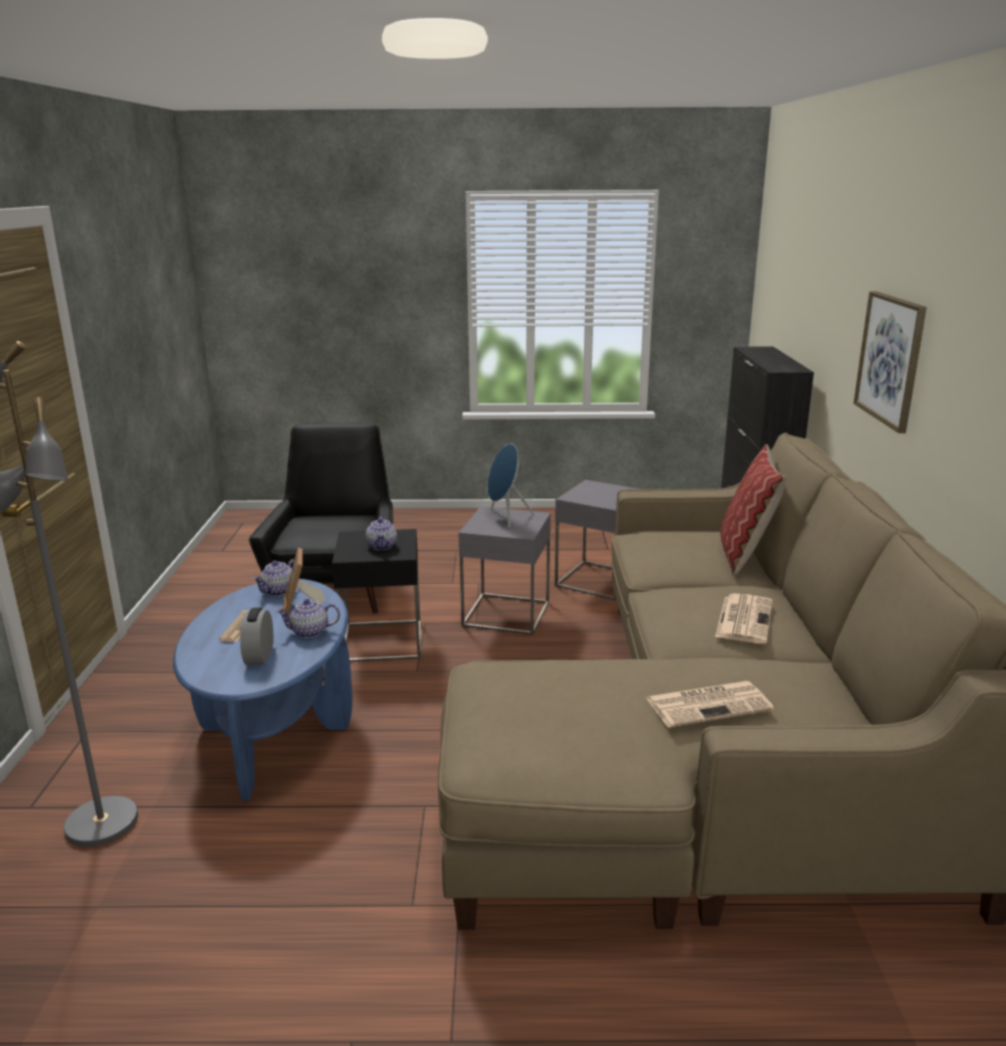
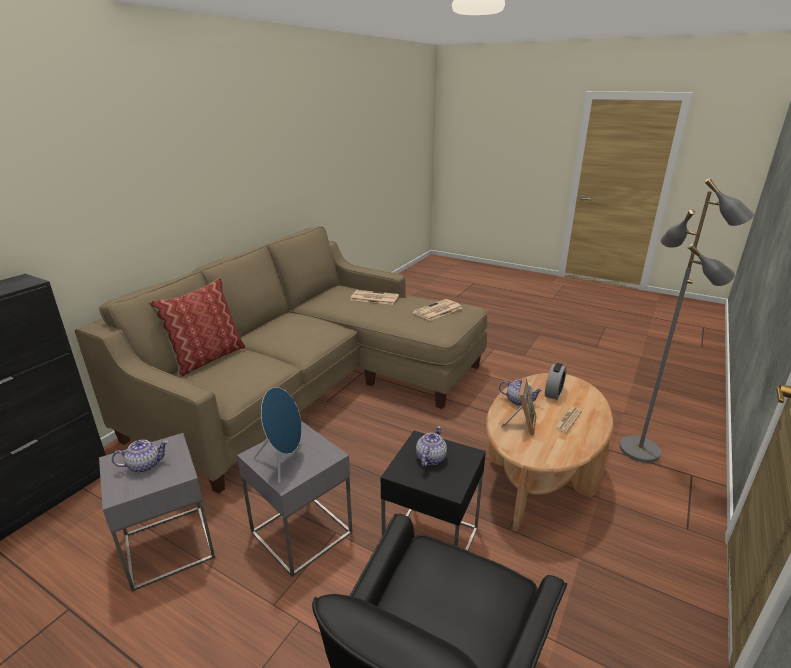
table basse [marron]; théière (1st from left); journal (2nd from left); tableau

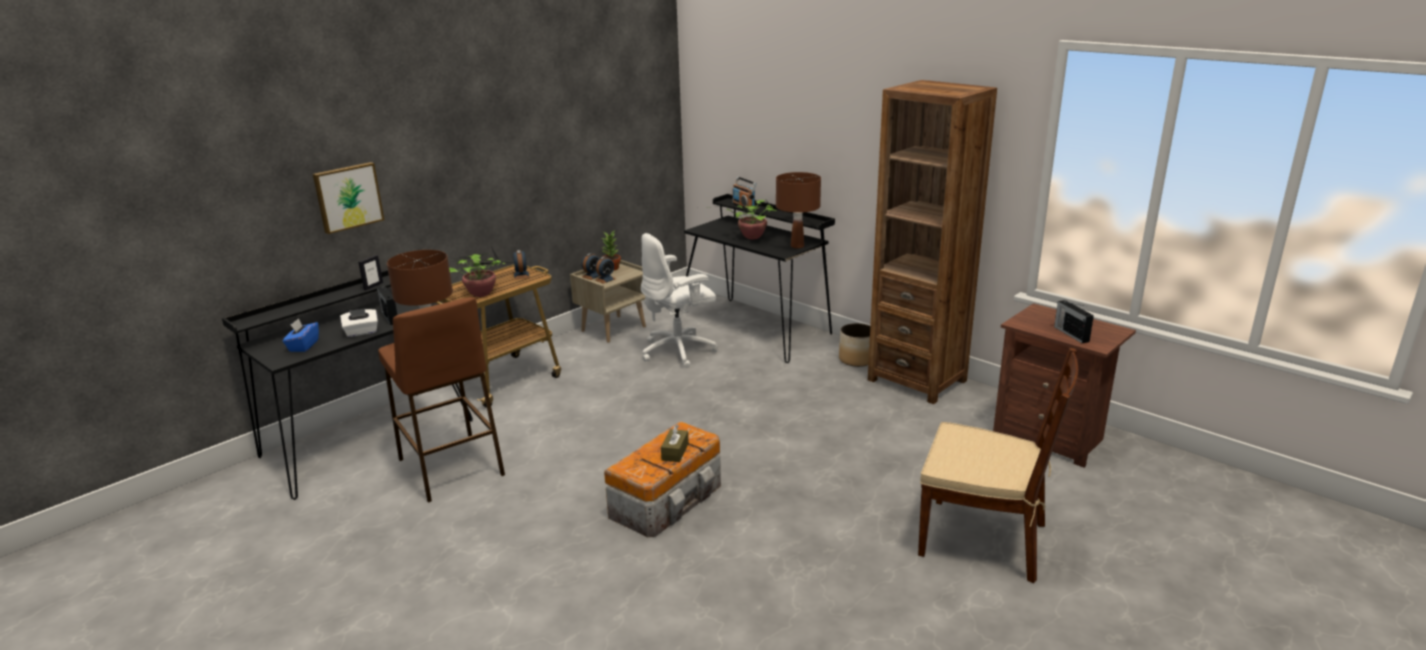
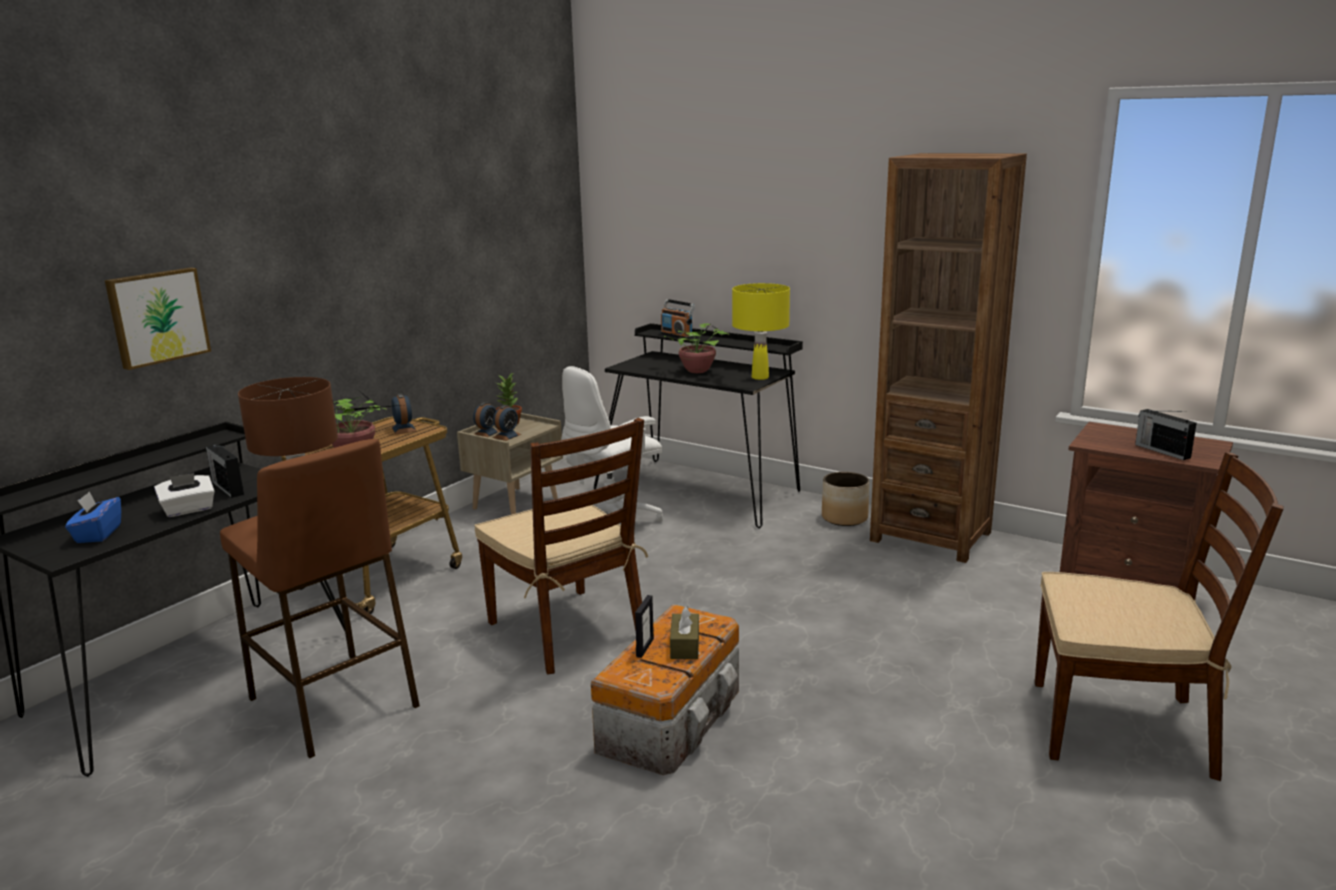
cadre photo; lampe de table [jaune]; chaise [marron] (1st from left)

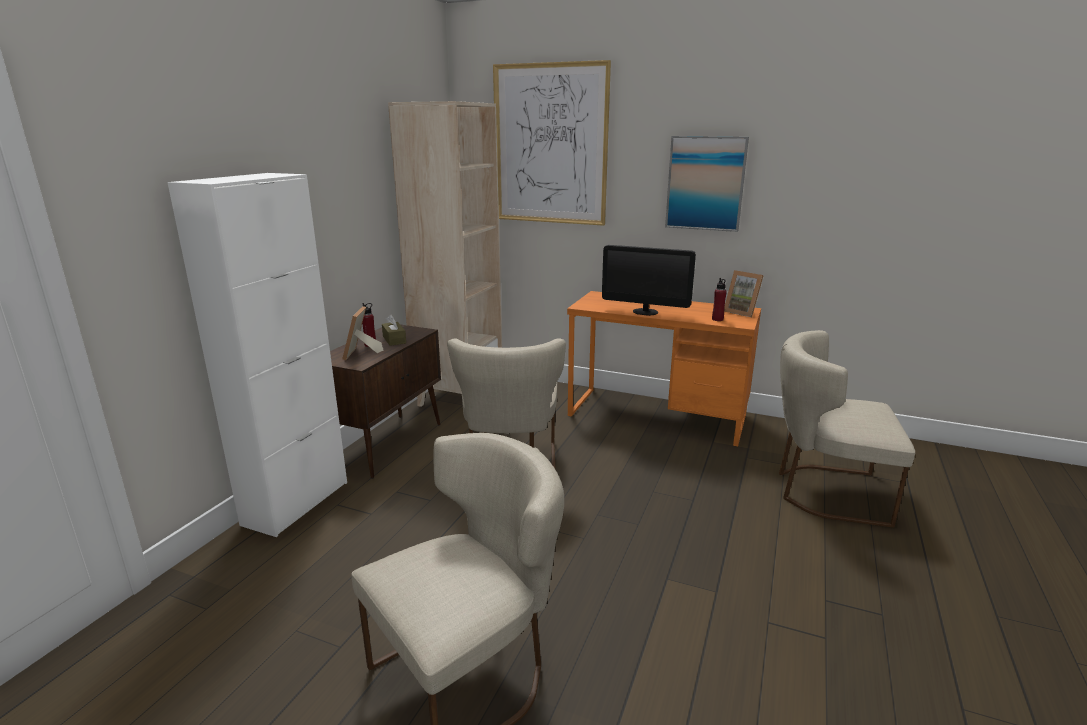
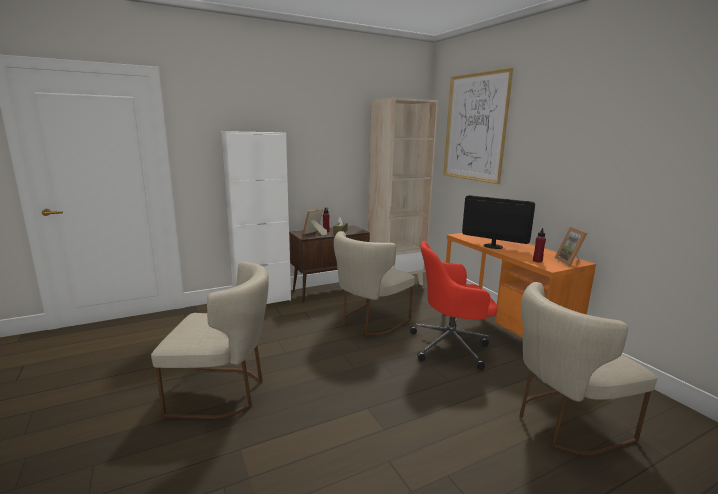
écran d'ordinateur; tableau (2nd from left in the first image); chaise [beige] (3rd from left); chaise de bureau [rouge]

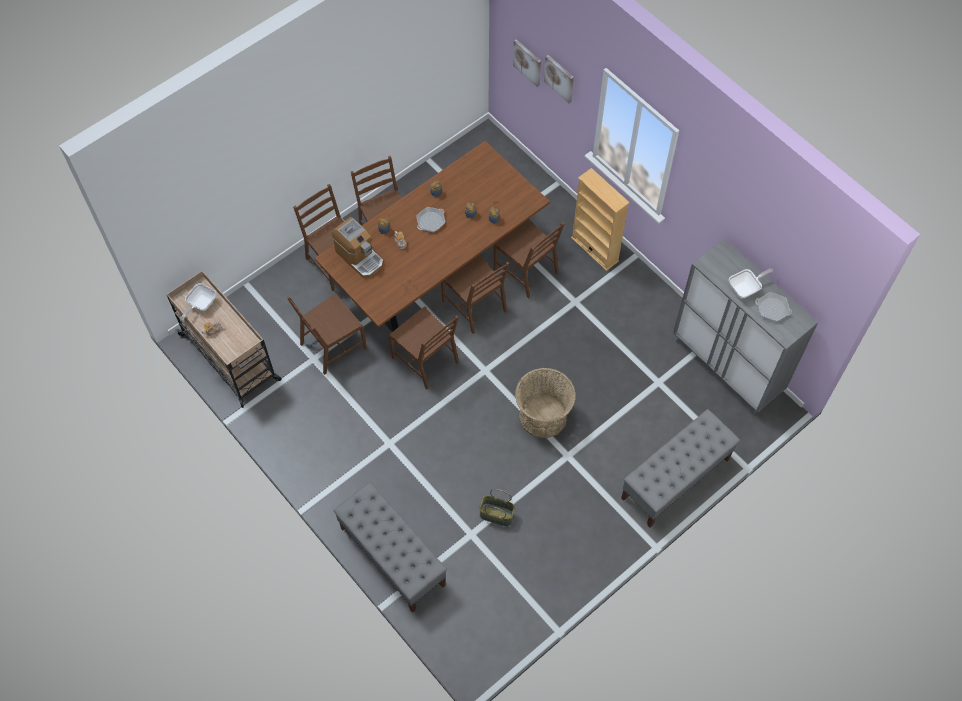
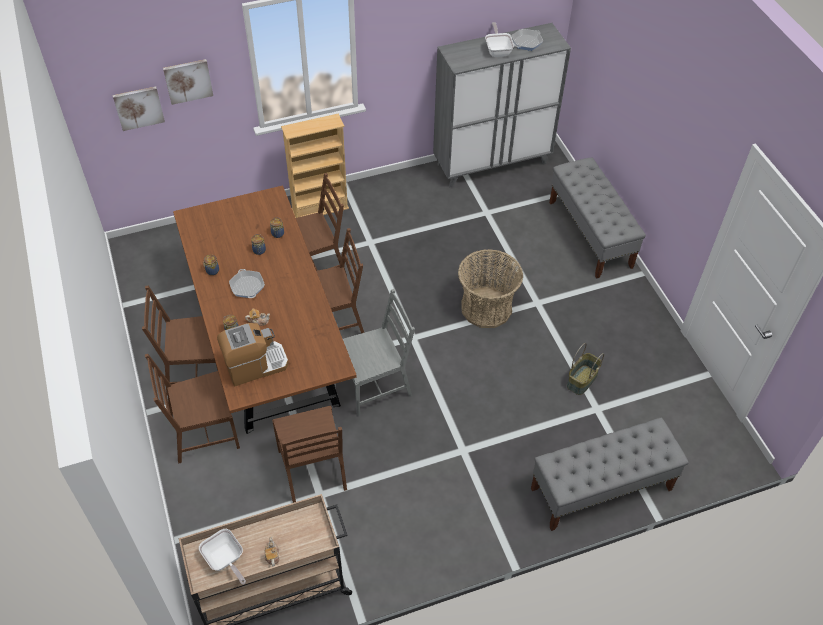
chaise [gris]

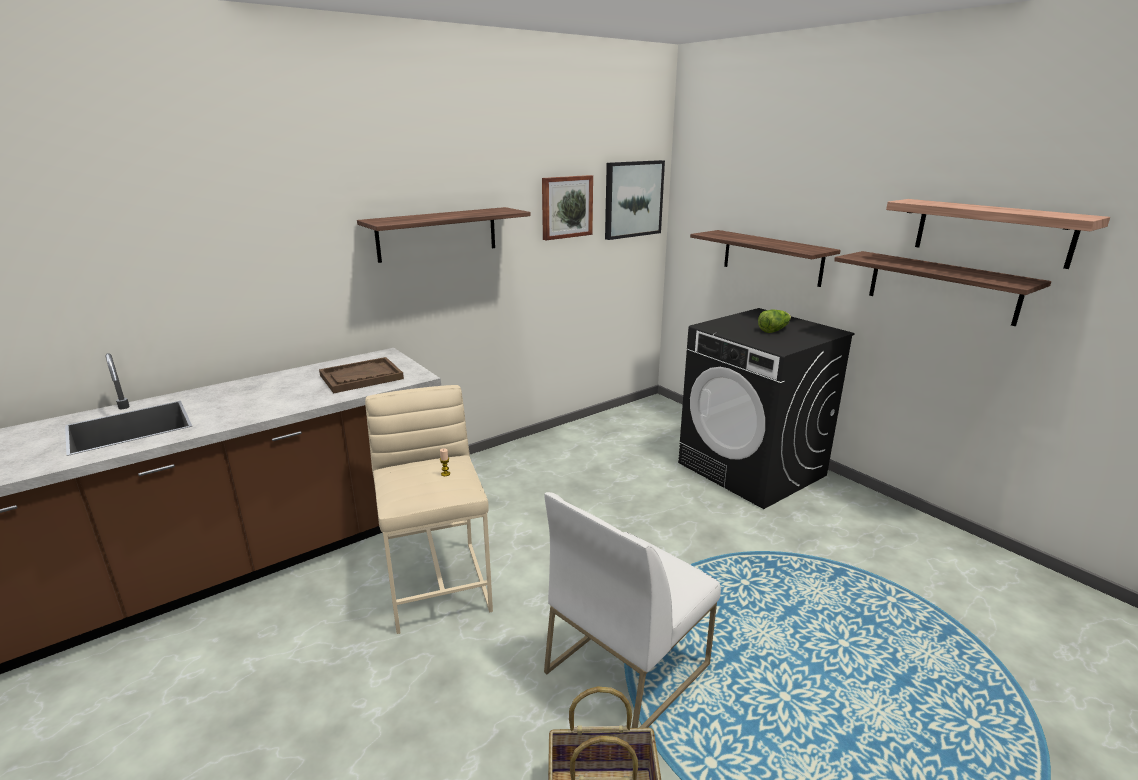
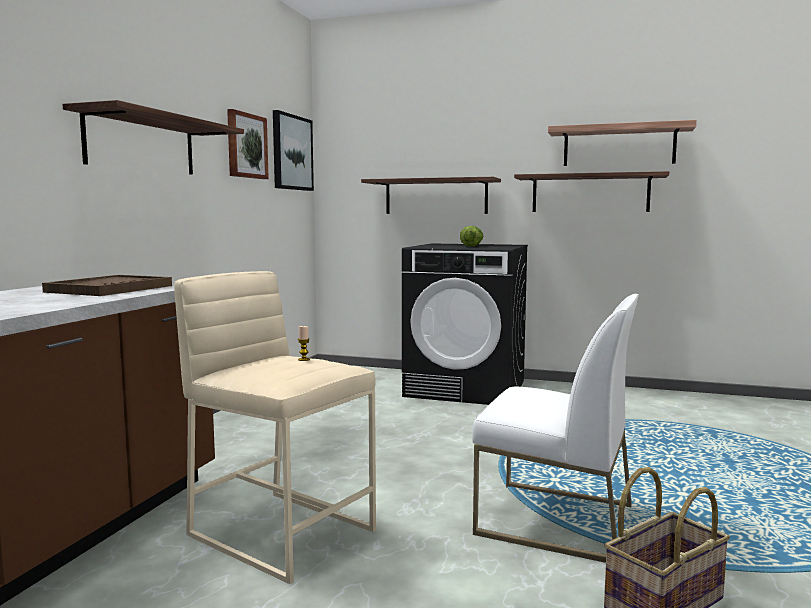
chaise [blanc]

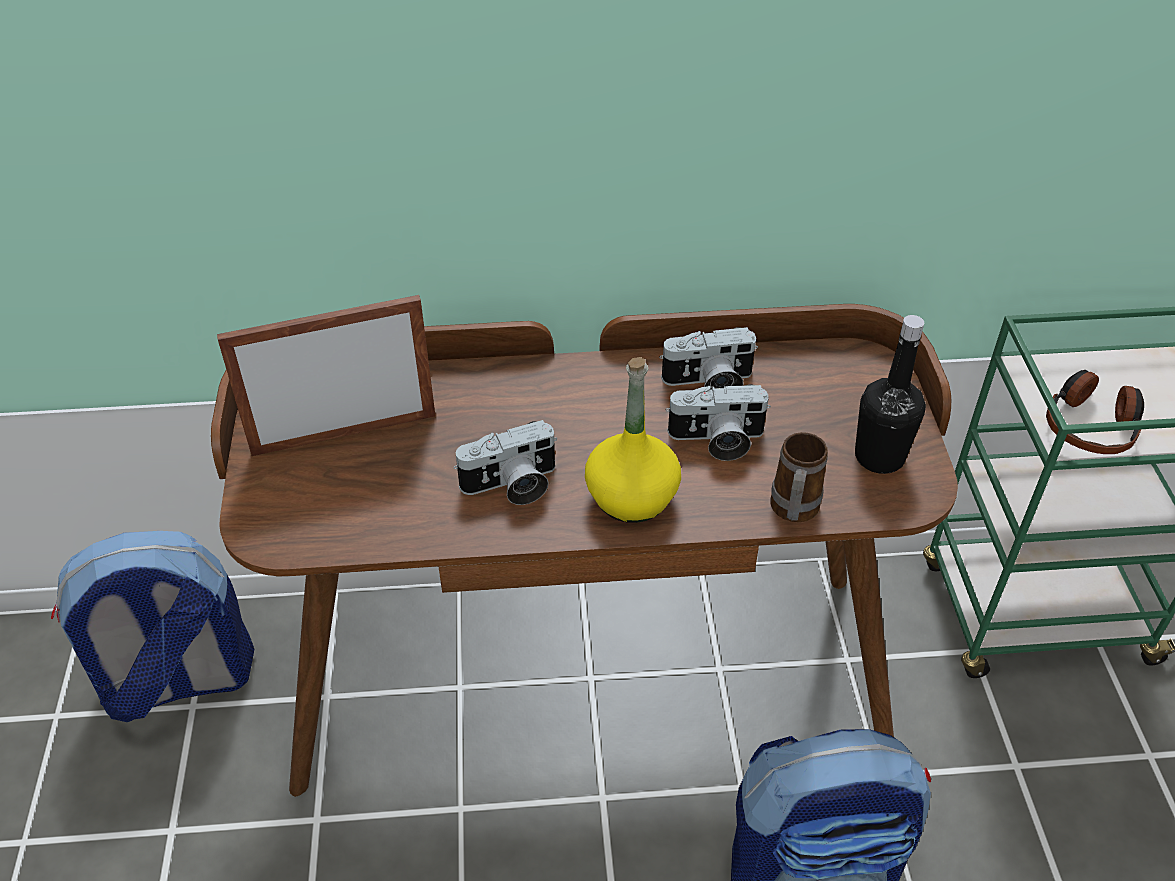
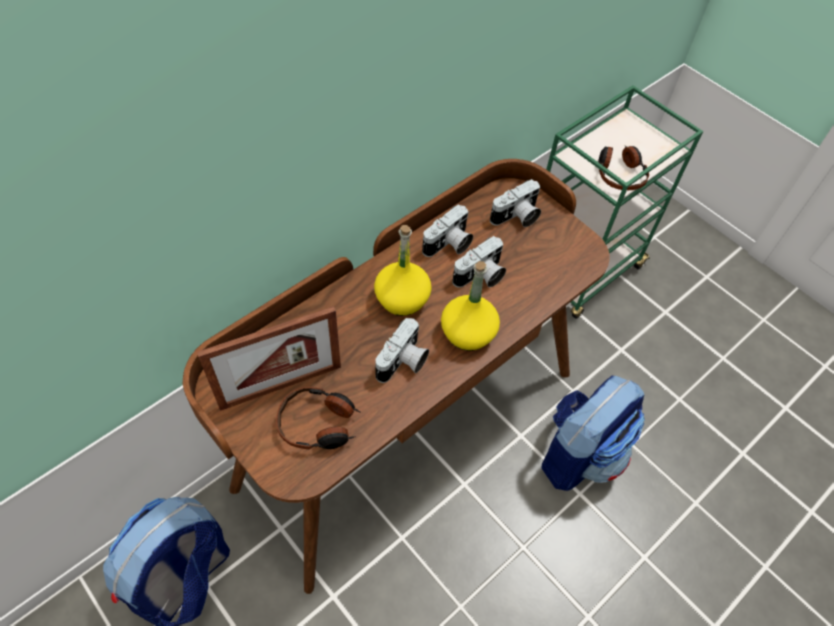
cadre photo; mug; bouteille [noir]; casque audio (1st from left); bouteille [jaune] (1st from left); appareil photo (4th from left)

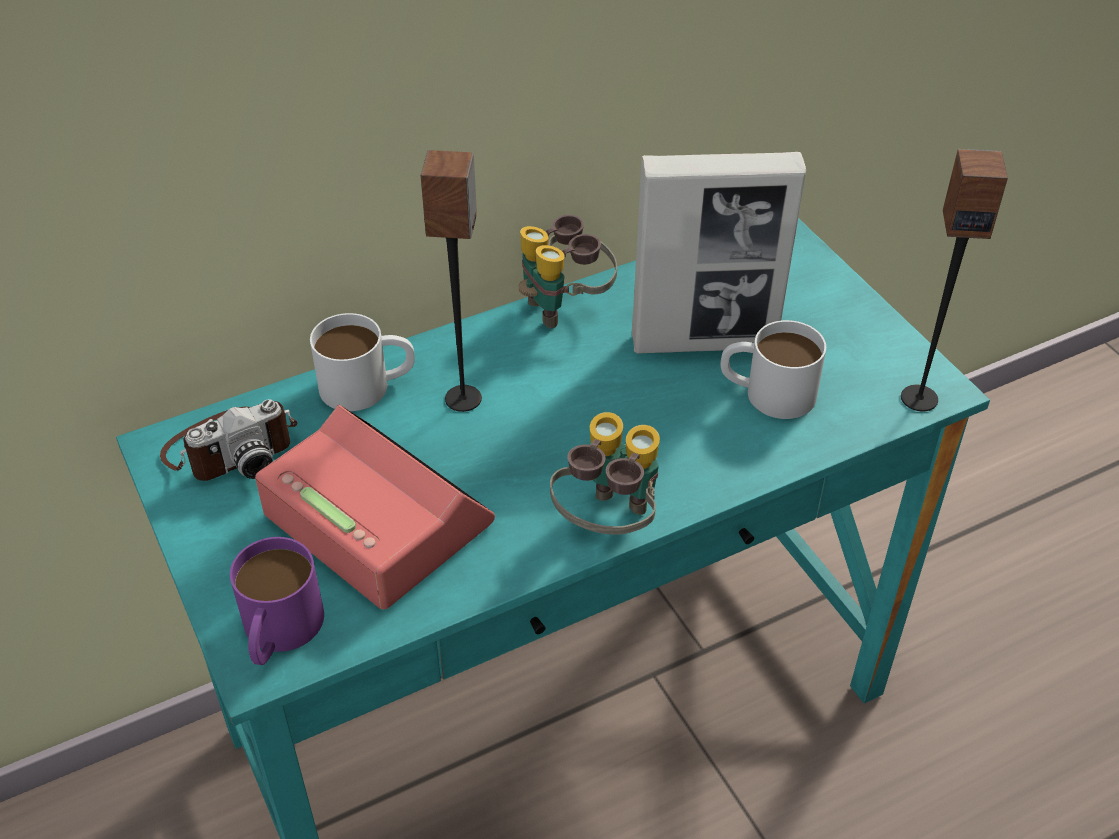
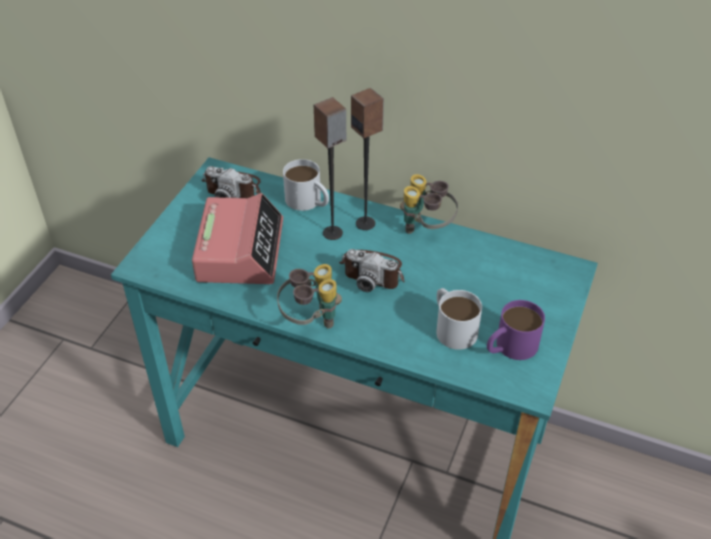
mug [violet]; cadre photo; enceinte (2nd from left); appareil photo (2nd from left)

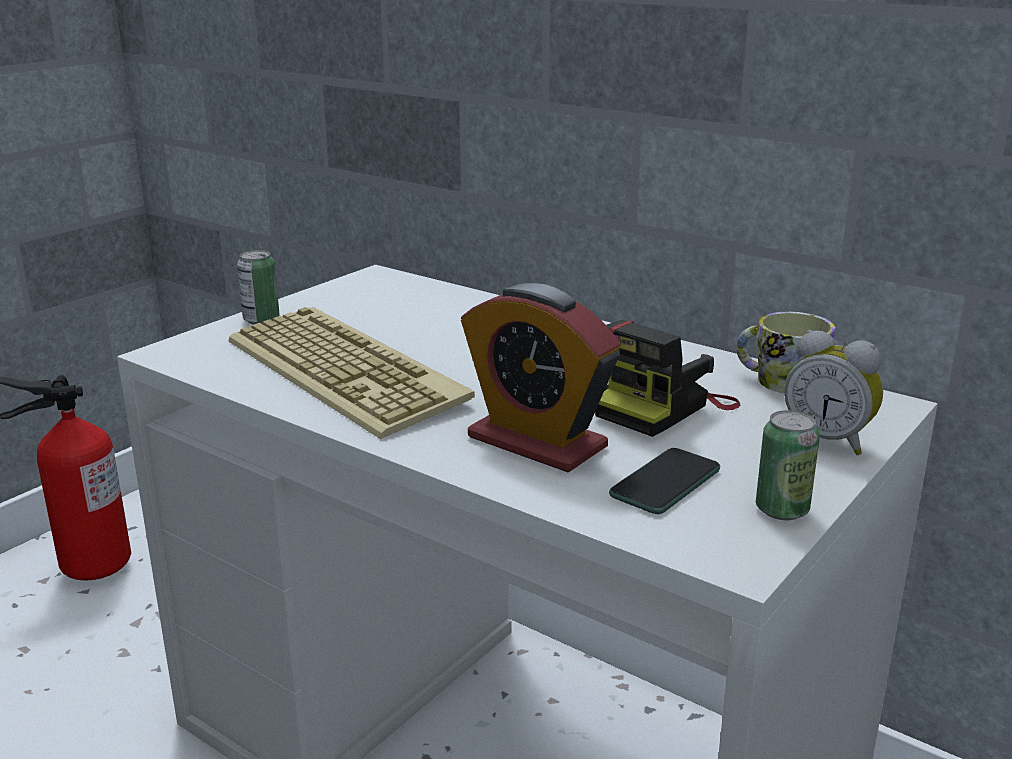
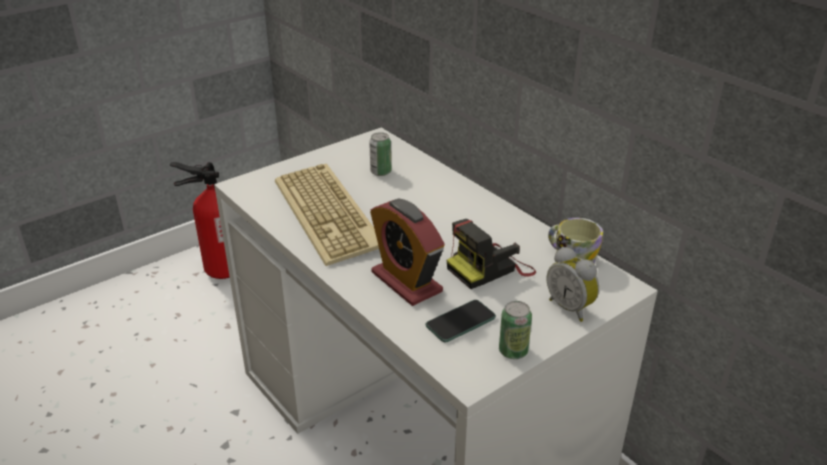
boîte métallique (1st from left)

